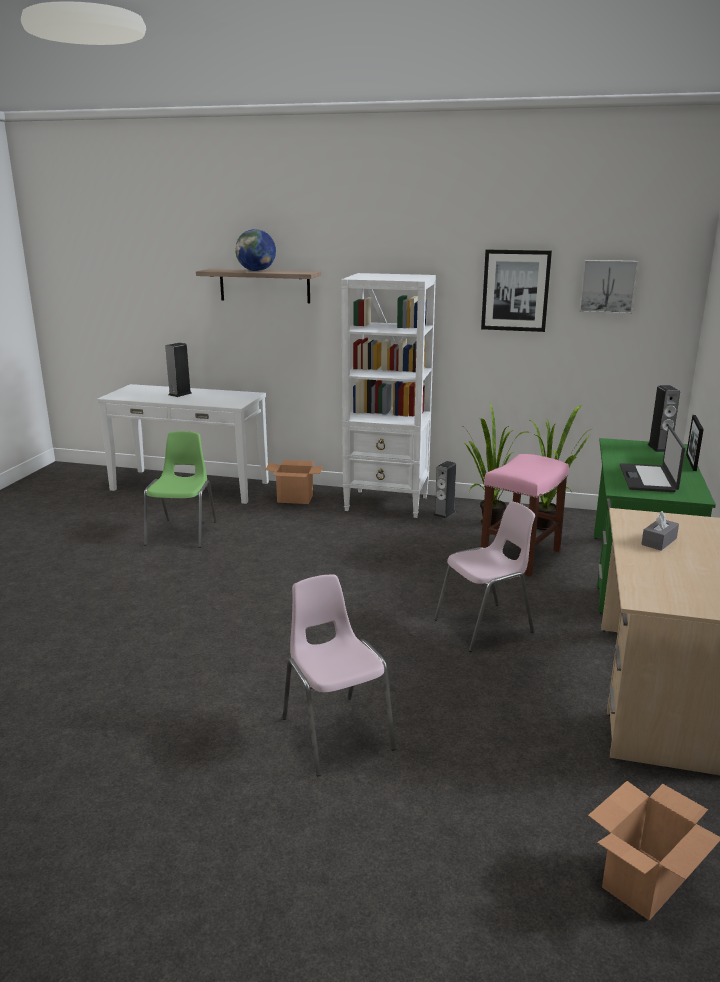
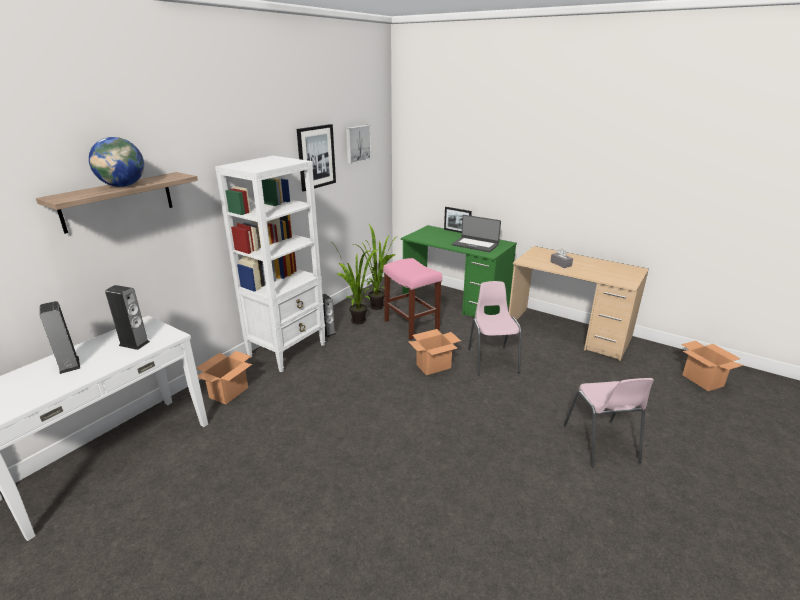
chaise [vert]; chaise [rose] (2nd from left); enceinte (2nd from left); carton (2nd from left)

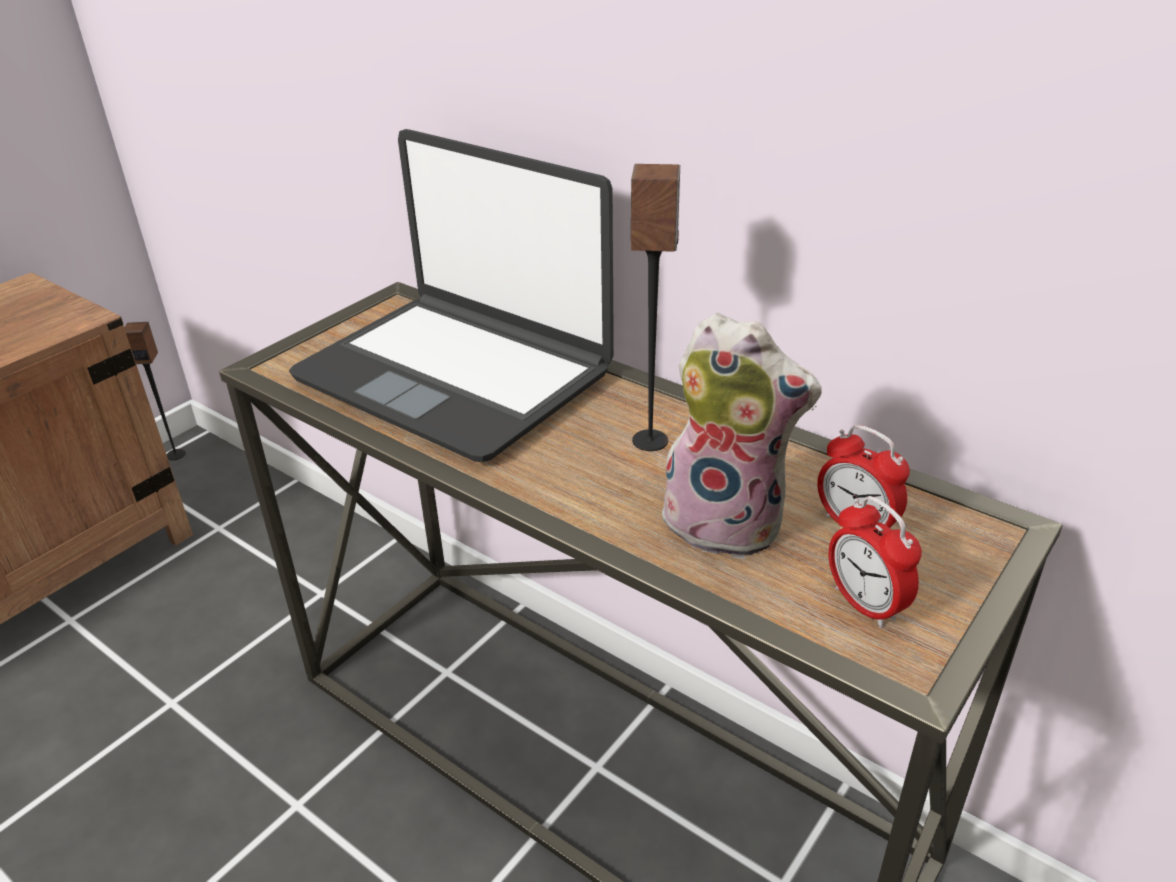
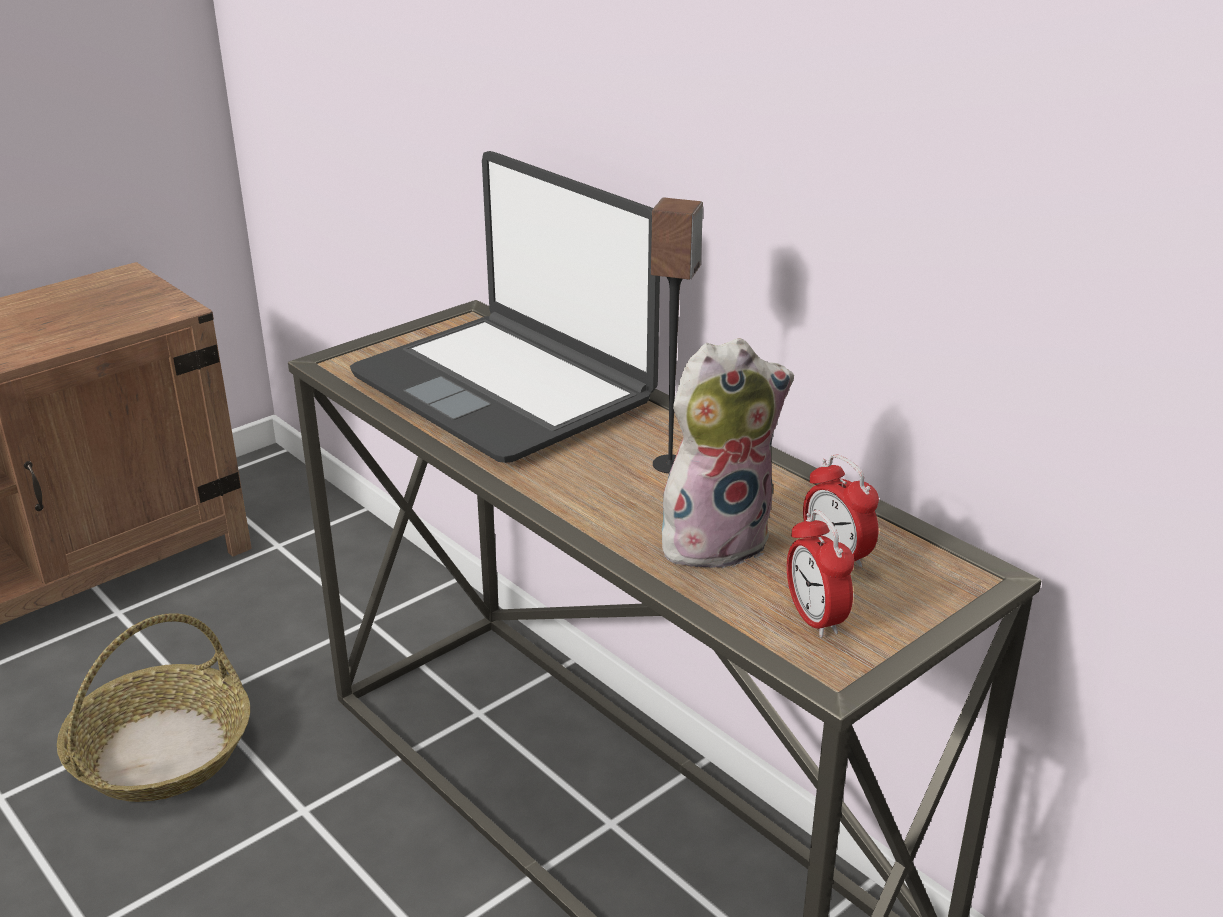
enceinte (1st from left in the first image); peluche; panier

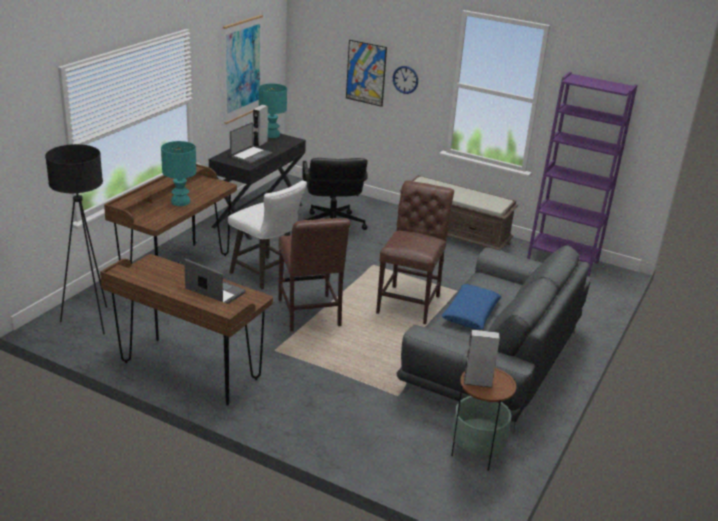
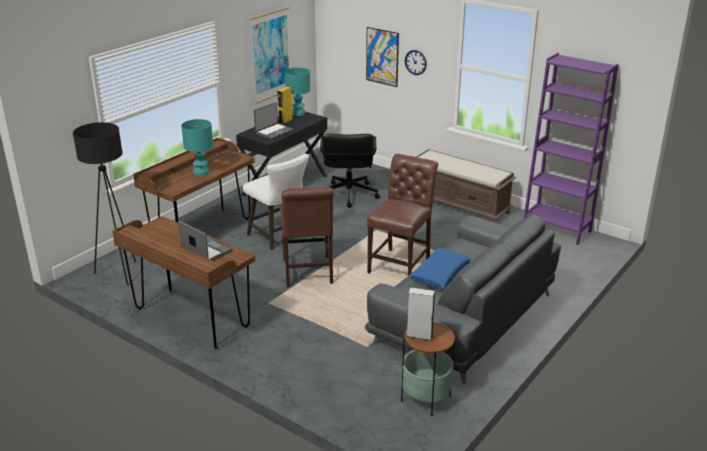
enceinte [jaune]

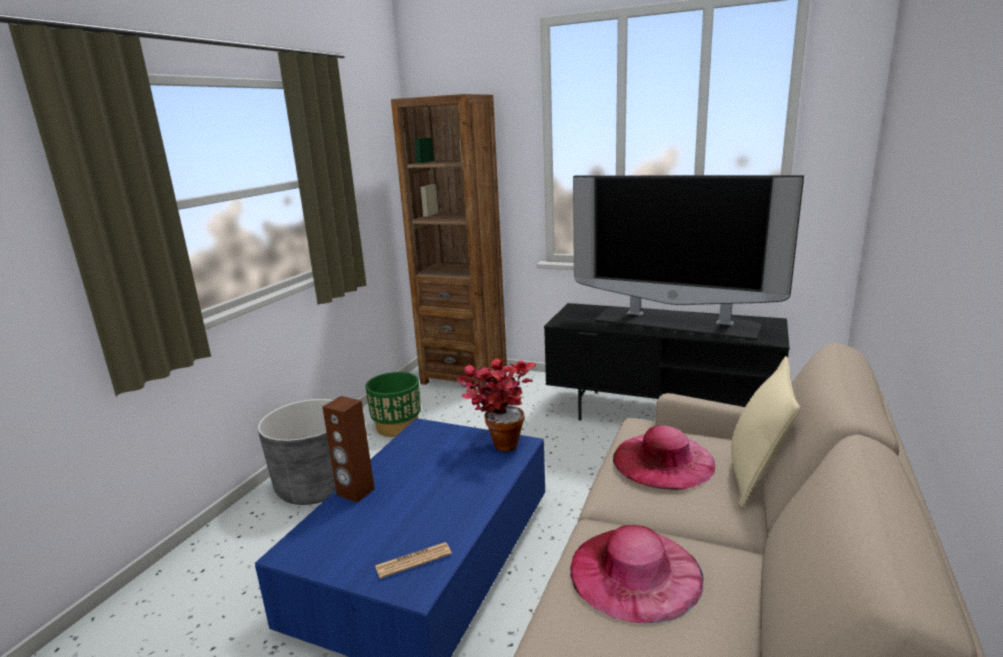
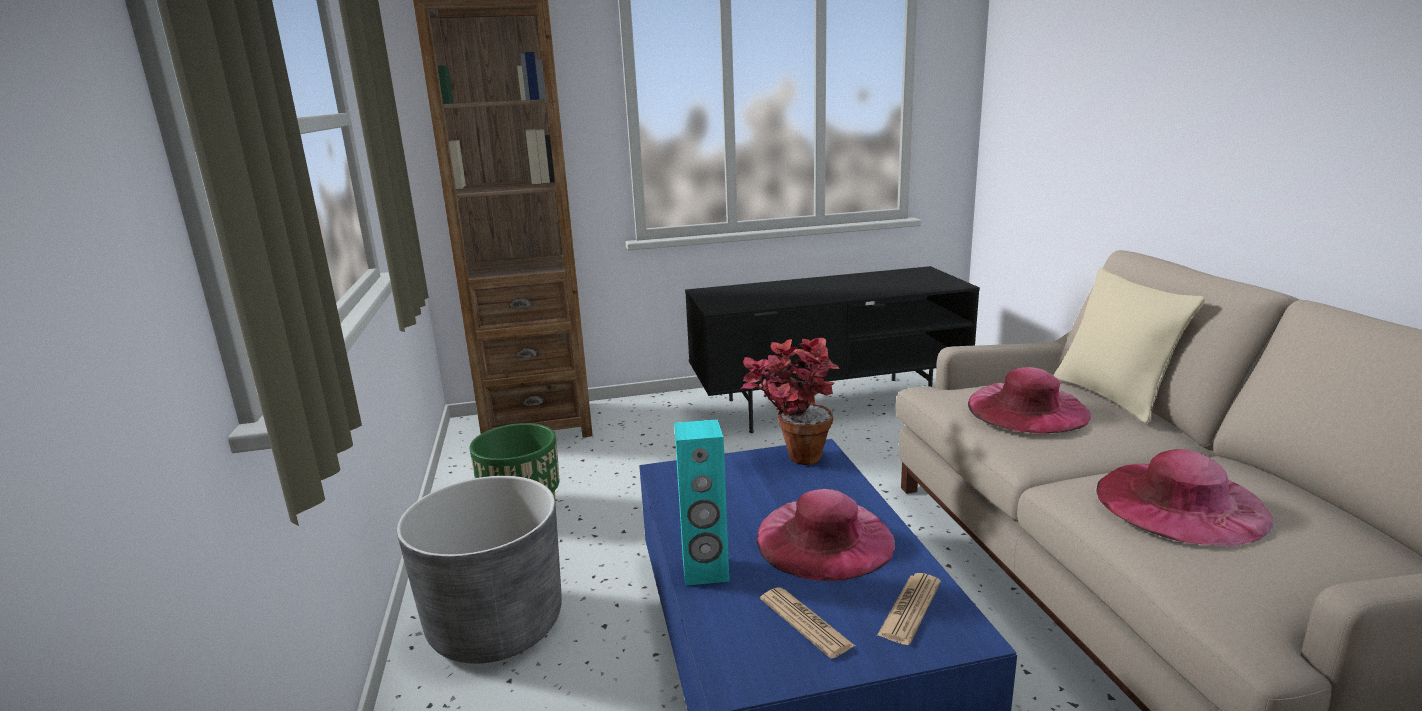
enceinte [turquoise]; téléviseur; chapeau [rose] (1st from left); journal (1st from left)

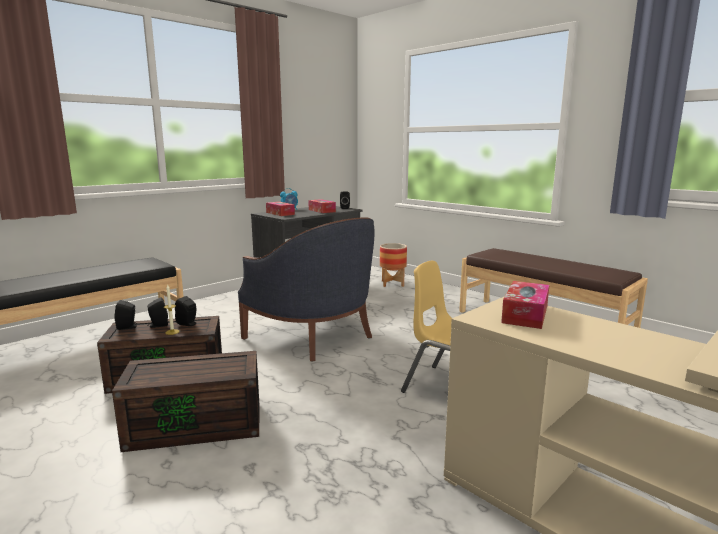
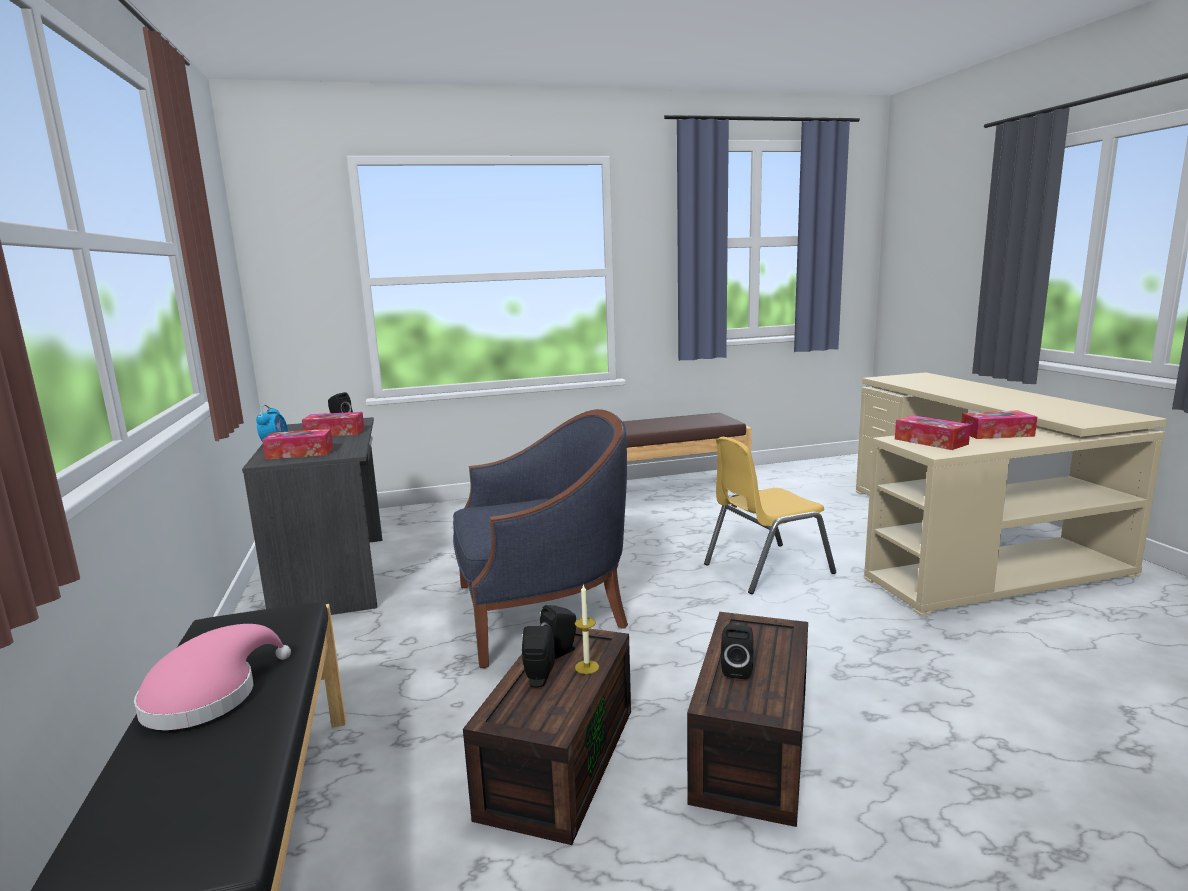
enceinte [noir] (4th from left); cache-pot; chapeau [rose]; boîte à mouchoirs (4th from left)

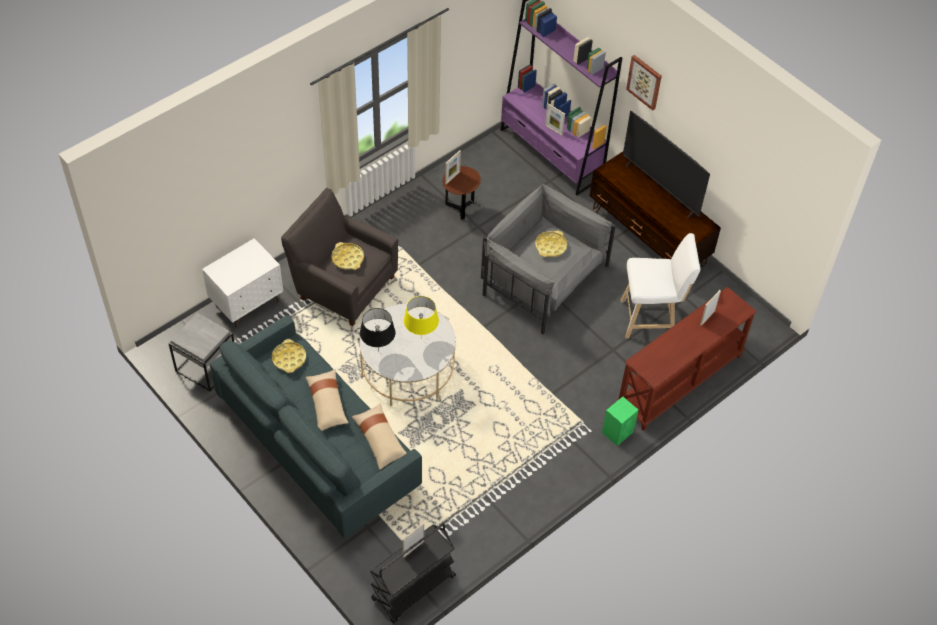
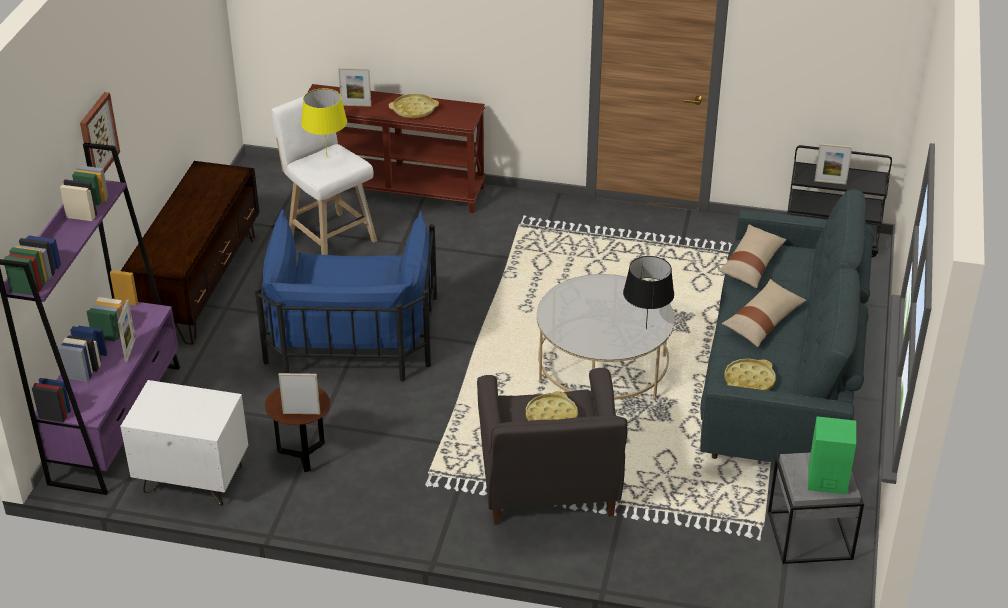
table de chevet [blanc]; lampe de table [jaune]; fauteuil [bleu]; plateau [jaune] (1st from left); enceinte [vert]; téléviseur

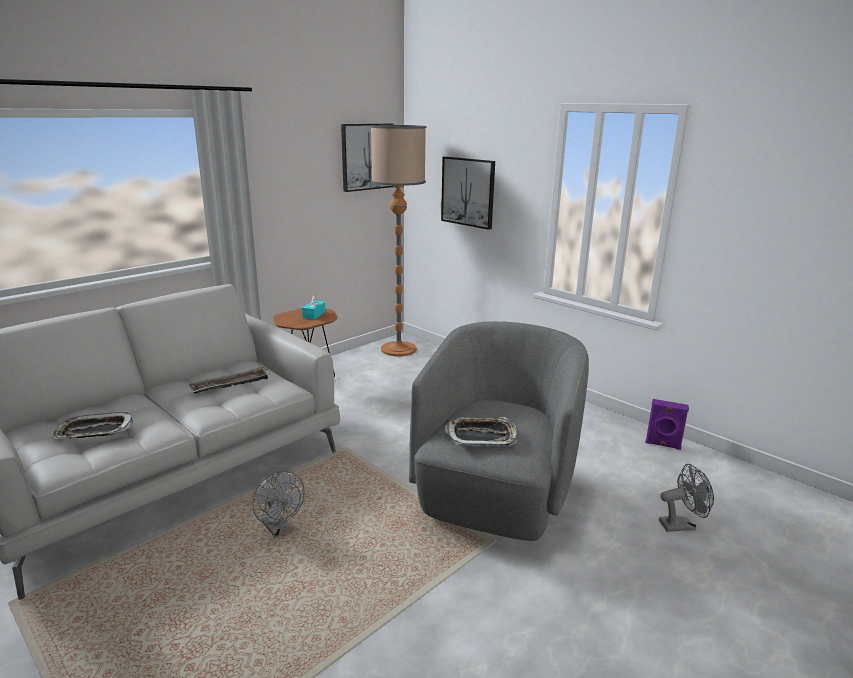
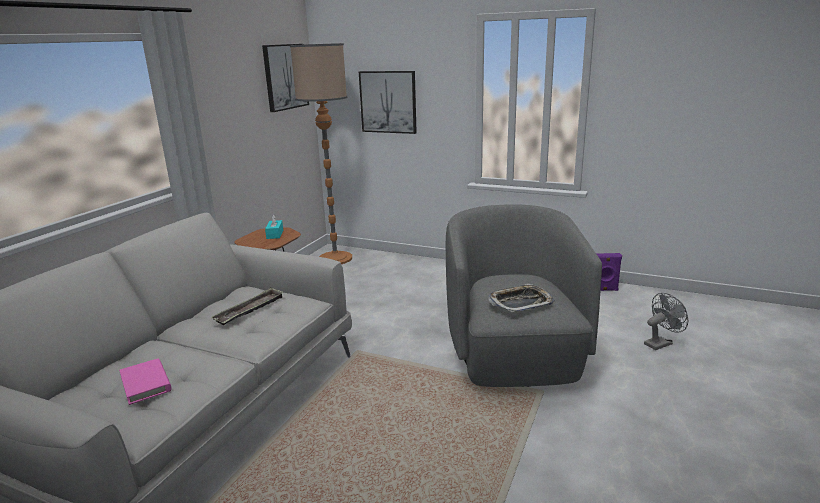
livre [rose]; ventilateur [gris] (1st from left in the first image)

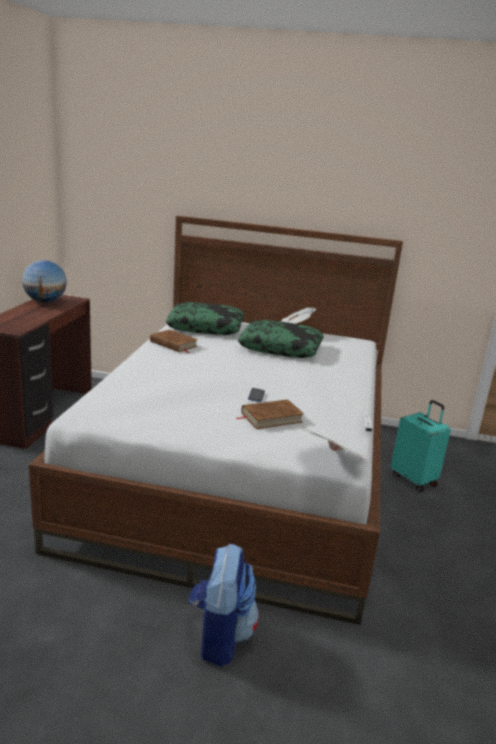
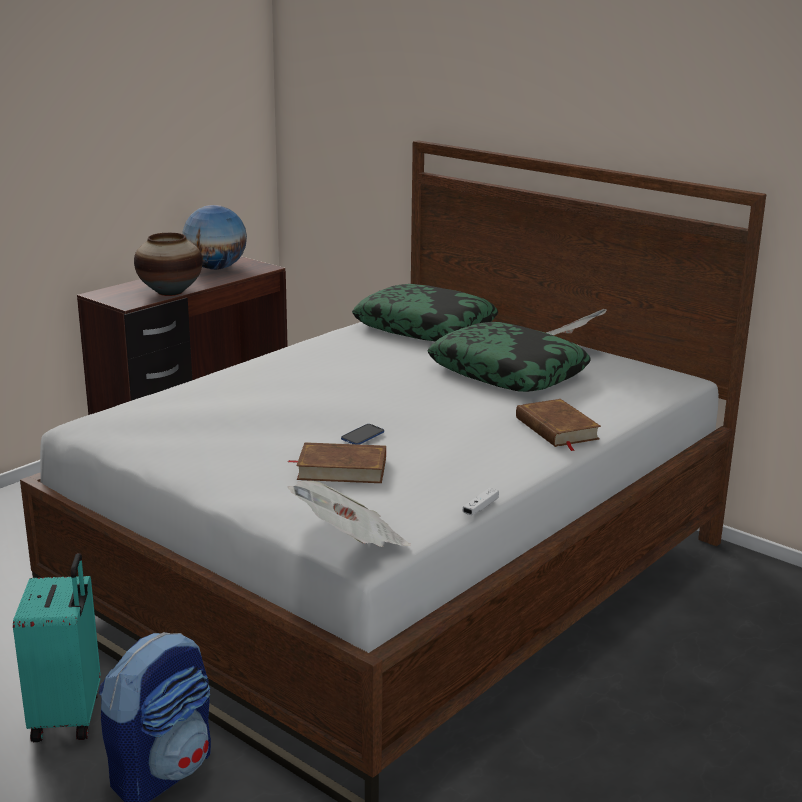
livre [marron] (2nd from left); valise [turquoise]; vase

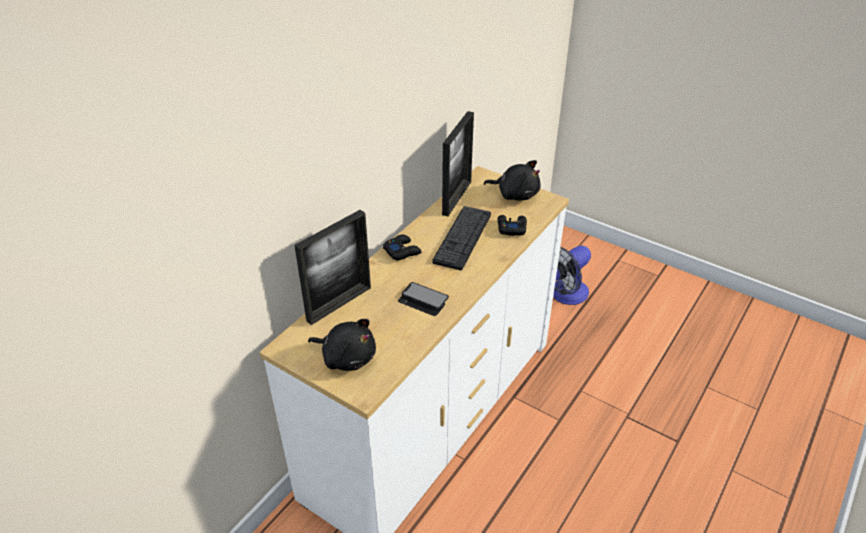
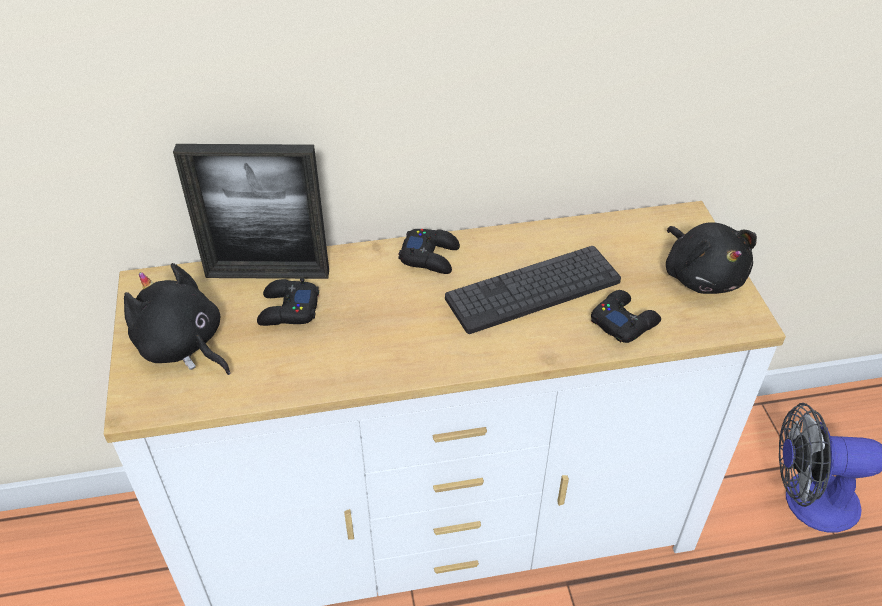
peluche [noir] (1st from left); téléphone; cadre photo (2nd from left in the first image); manette [noir] (1st from left)

